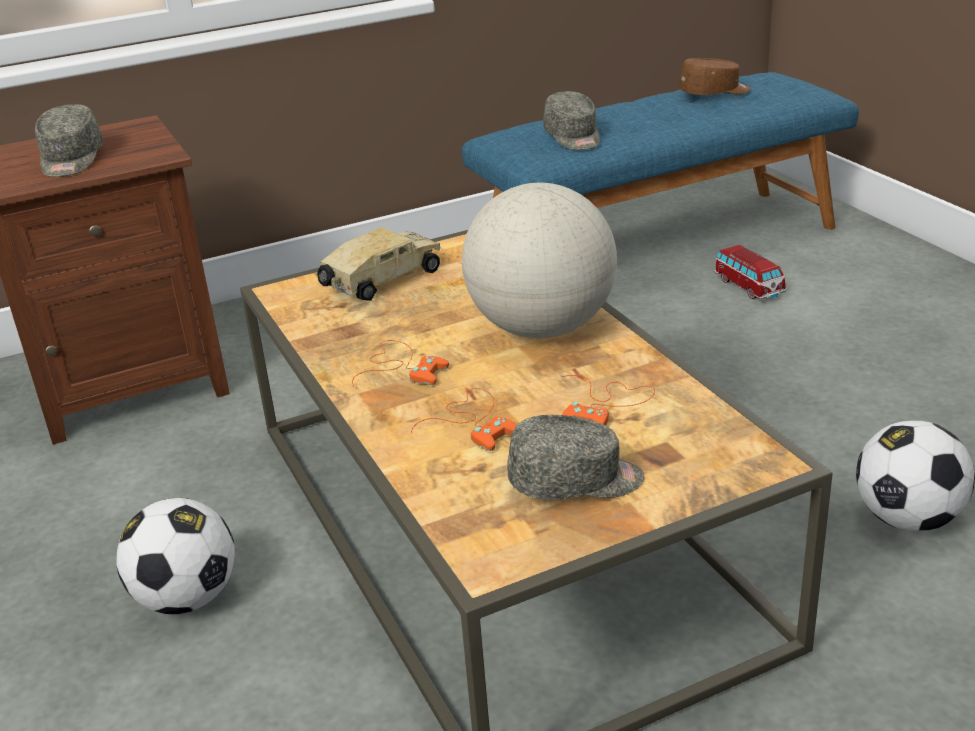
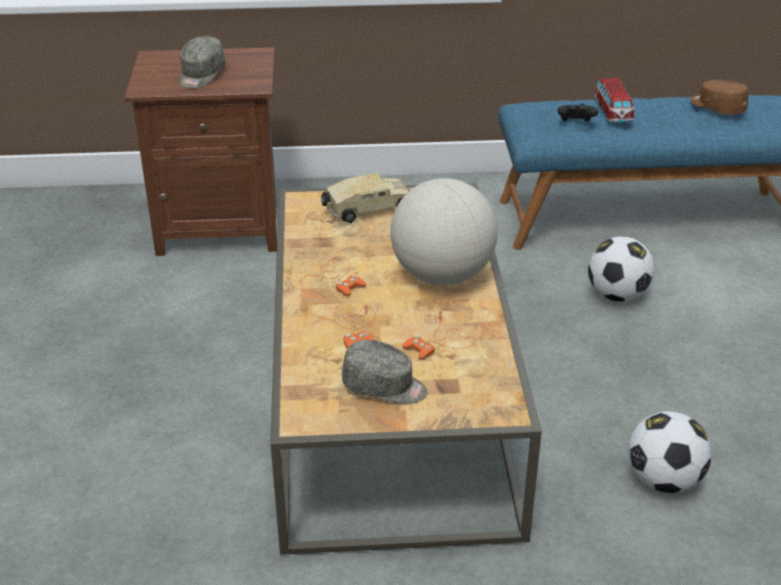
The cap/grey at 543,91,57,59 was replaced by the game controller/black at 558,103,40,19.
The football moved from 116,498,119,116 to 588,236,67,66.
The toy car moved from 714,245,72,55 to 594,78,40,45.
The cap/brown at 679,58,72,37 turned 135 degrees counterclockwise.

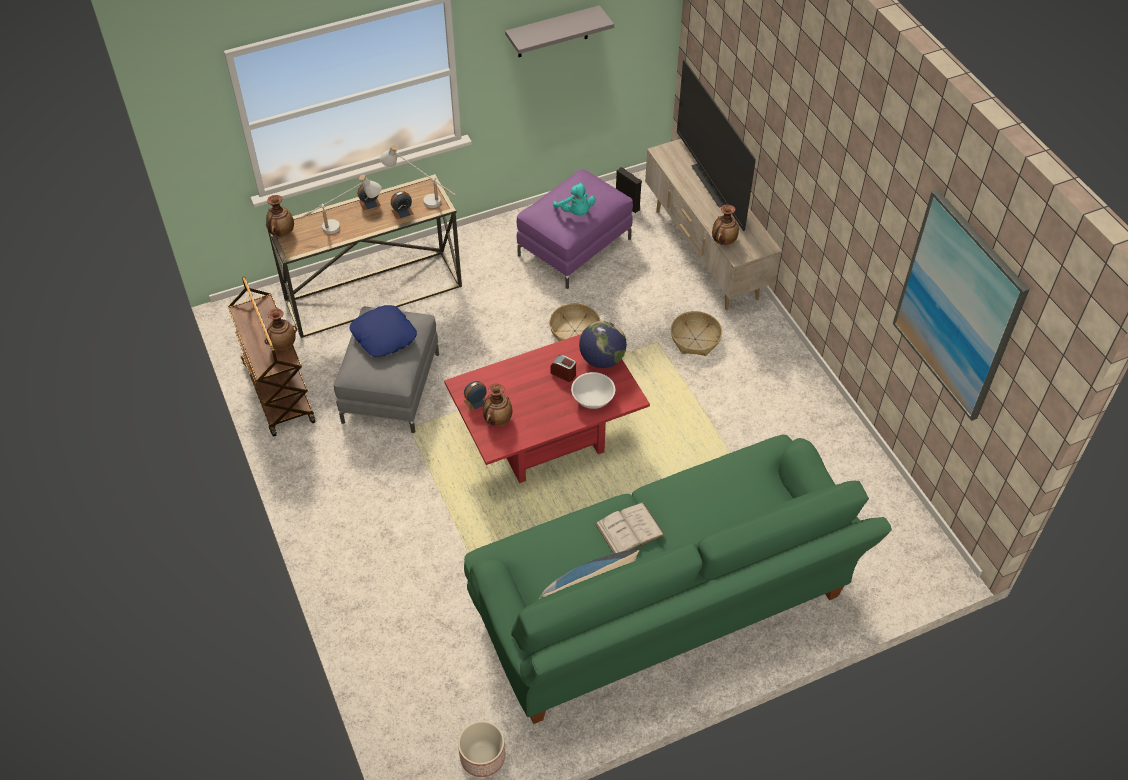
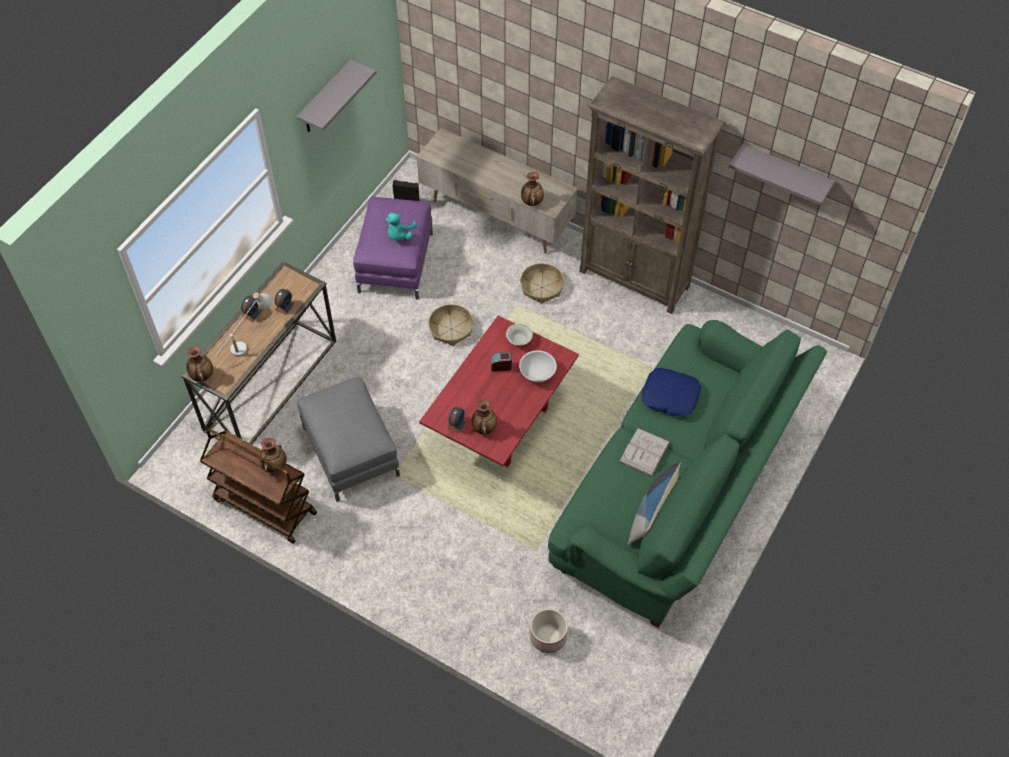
The plush toy/turquoise at 553,183,43,33 turned 90 degrees clockwise.
The globe at 579,321,48,47 was replaced by the bowl/white at 506,323,27,22.
The planter moved from 458,721,47,56 to 530,609,38,44.
The bookcase/brown at 580,76,145,238 appeared.
The pillow/blue moved from 349,305,68,52 to 641,368,60,49.
The picture at 893,189,137,232 was replaced by the shelf/grey at 729,144,106,62.
The table lamp/white at 380,144,76,64 disappeared.
The television at 677,60,79,171 disappeared.

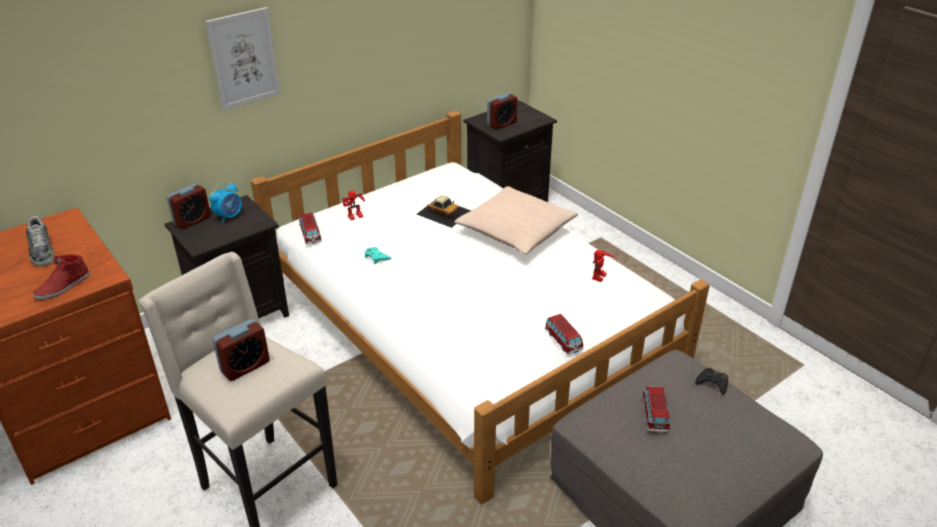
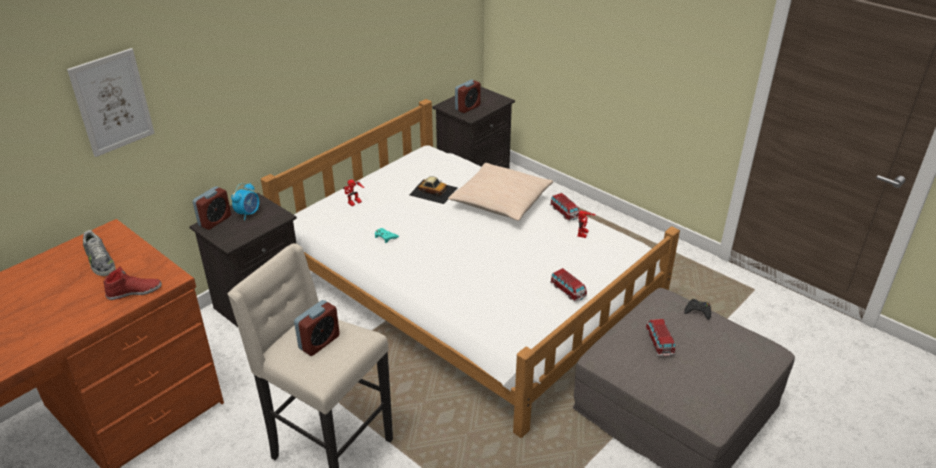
The picture moved from 205,7,75,104 to 67,48,88,109.
The shoe/red at 33,254,57,46 turned 135 degrees counterclockwise.
The toy car moved from 299,213,23,31 to 550,193,30,28.

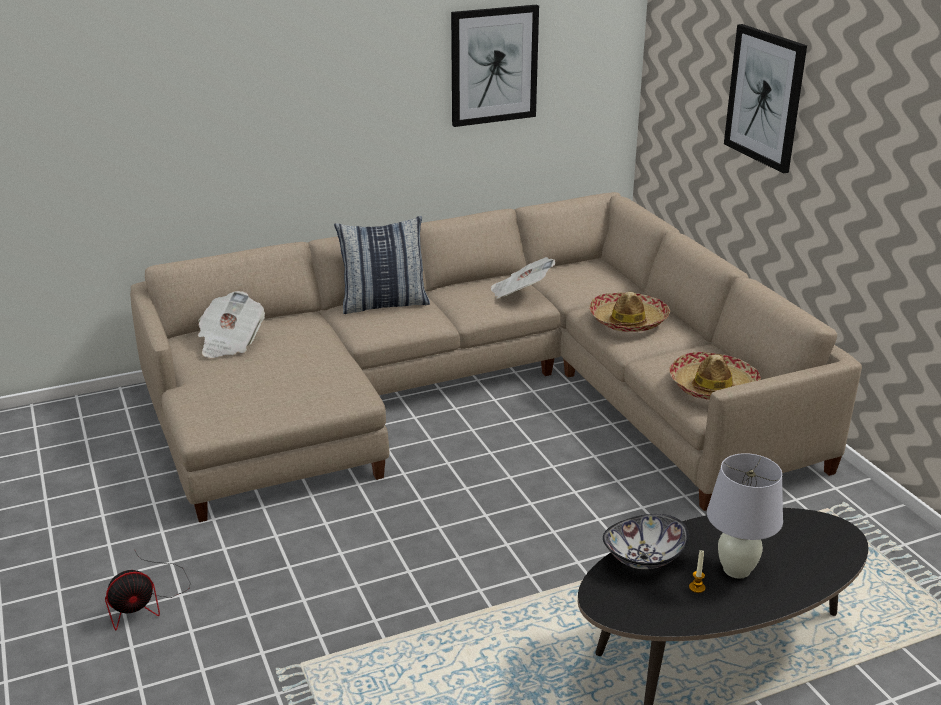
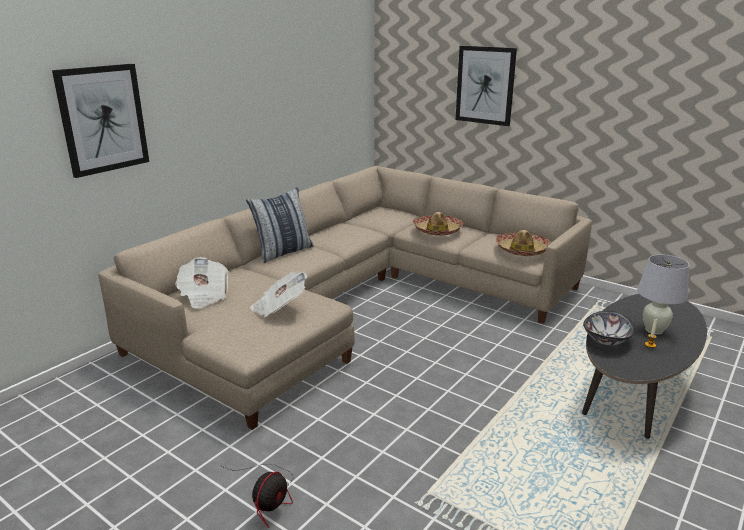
The picture moved from 451,5,88,122 to 52,64,97,114.
The newspaper moved from 490,257,66,42 to 250,272,58,45.

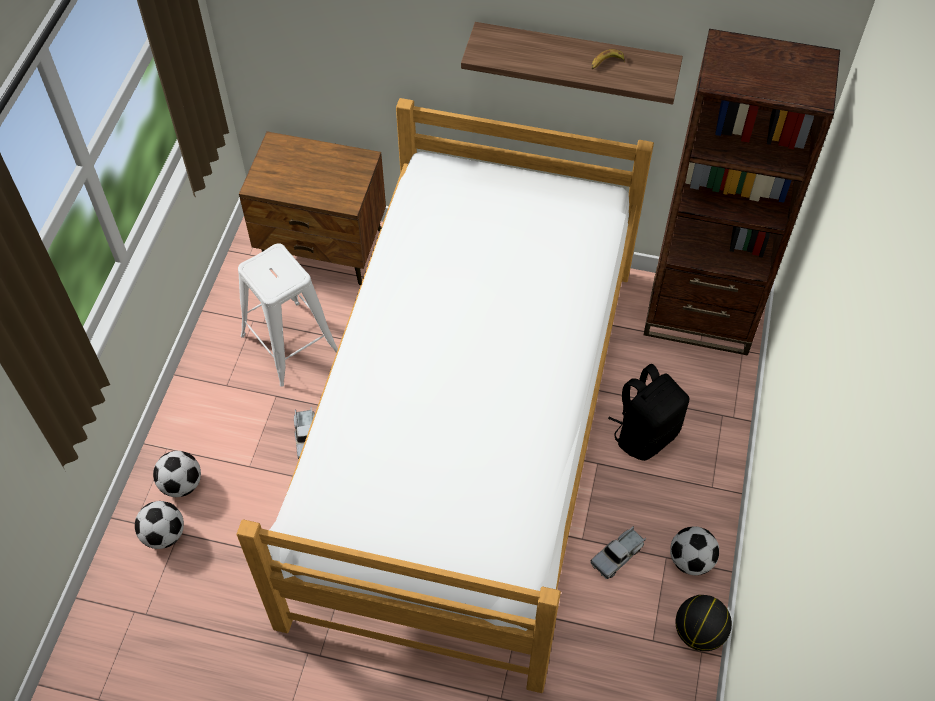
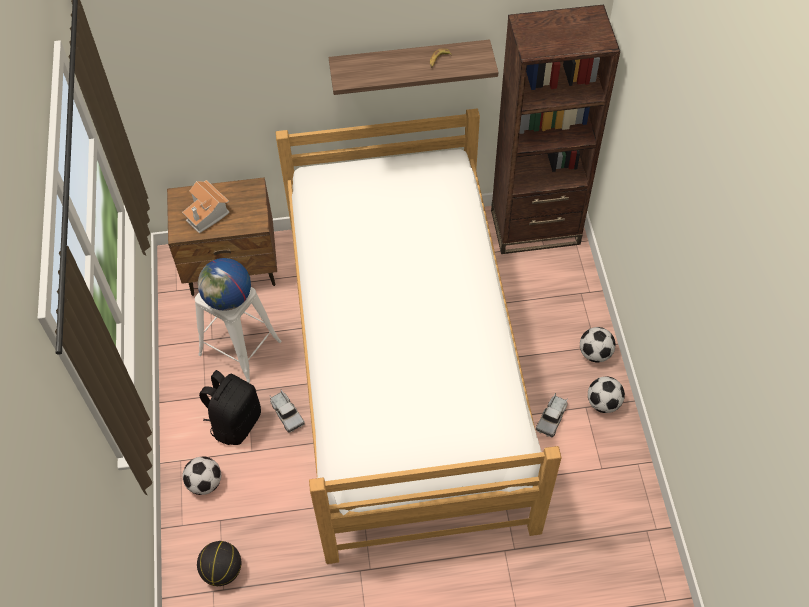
The toy house at 182,180,48,53 appeared.
The basketball moved from 676,595,56,56 to 197,541,44,45.
The globe at 198,258,53,53 appeared.
The backpack/black moved from 608,364,81,97 to 199,370,62,75.
The football moved from 135,501,49,48 to 580,327,35,36.

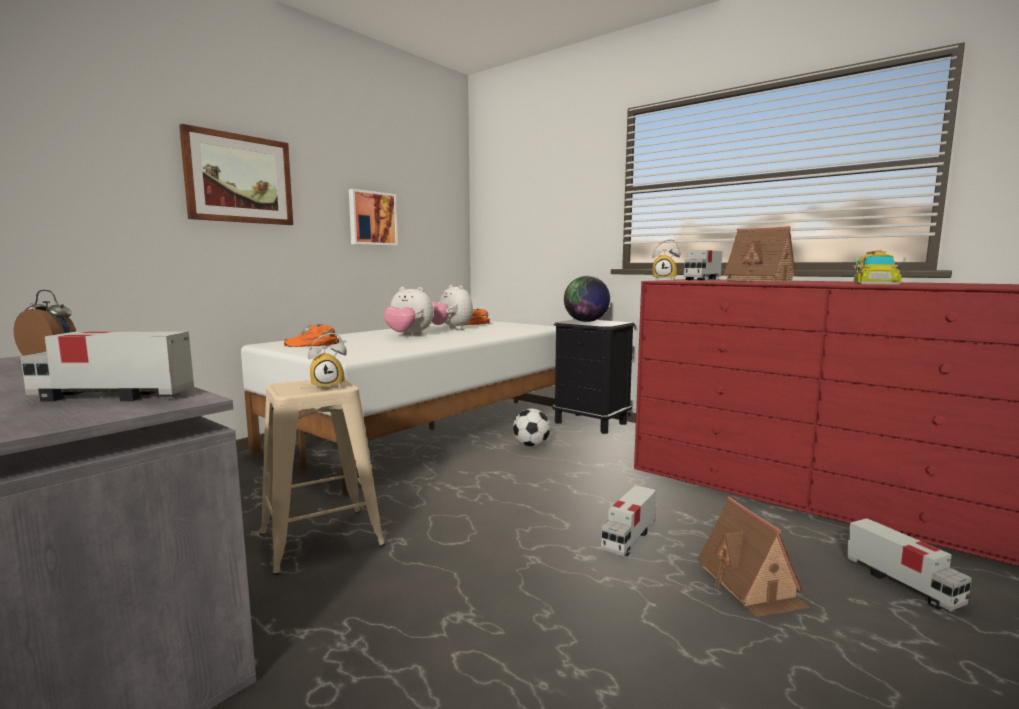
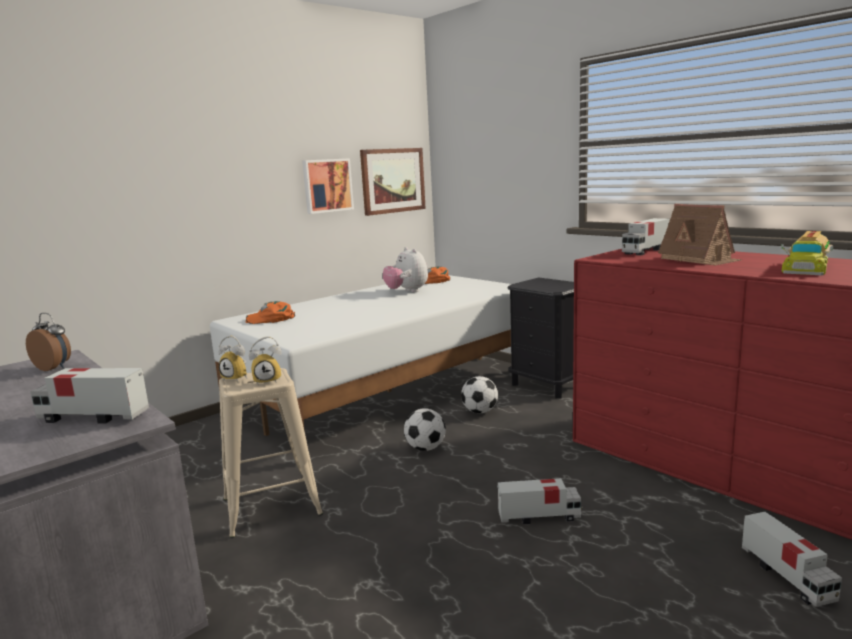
The alarm clock moved from 652,239,29,42 to 218,336,29,46.
The picture moved from 179,124,114,101 to 360,148,66,68.
The football at 404,408,42,43 appeared.
The toy truck at 601,485,56,72 turned 135 degrees counterclockwise.
The plush toy at 383,287,50,49 disappeared.
The globe at 564,276,46,46 disappeared.
The toy house at 697,497,112,120 disappeared.

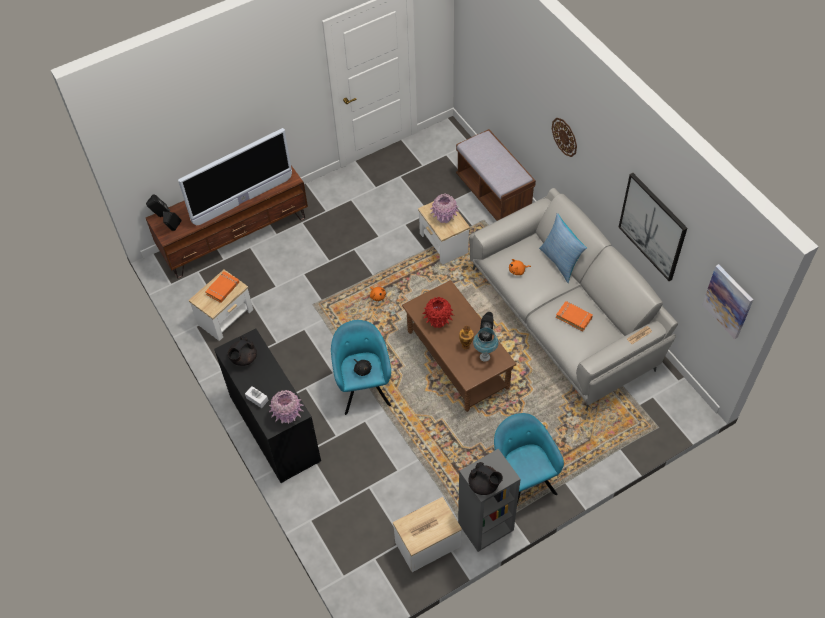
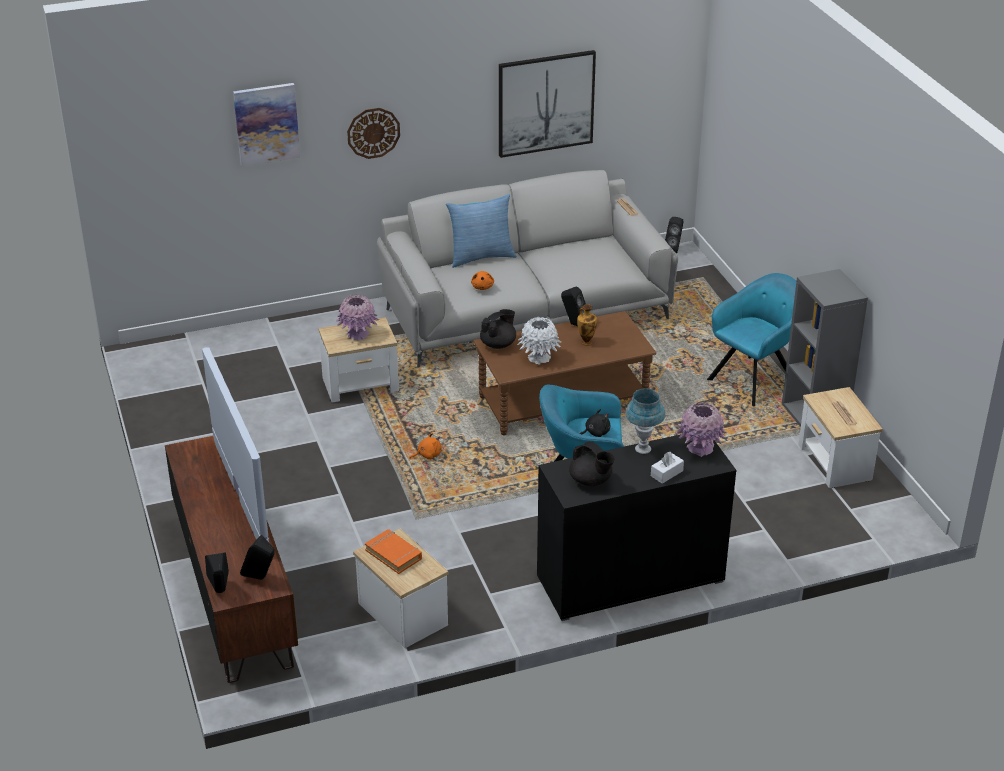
The picture moved from 702,264,51,75 to 233,83,67,83.
The teapot/black moved from 469,462,34,33 to 480,309,36,40.
The vase/red at 423,297,31,31 became the vase/white at 518,316,43,49.
The table lamp/blue moved from 473,327,26,34 to 625,388,40,66.
The speaker/black at 665,217,19,37 appeared.
The armchair/turquoise at 494,413,70,91 turned 150 degrees clockwise.
The bench/brown at 456,129,80,92 disappeared.
The book/orange at 556,301,37,30 disappeared.

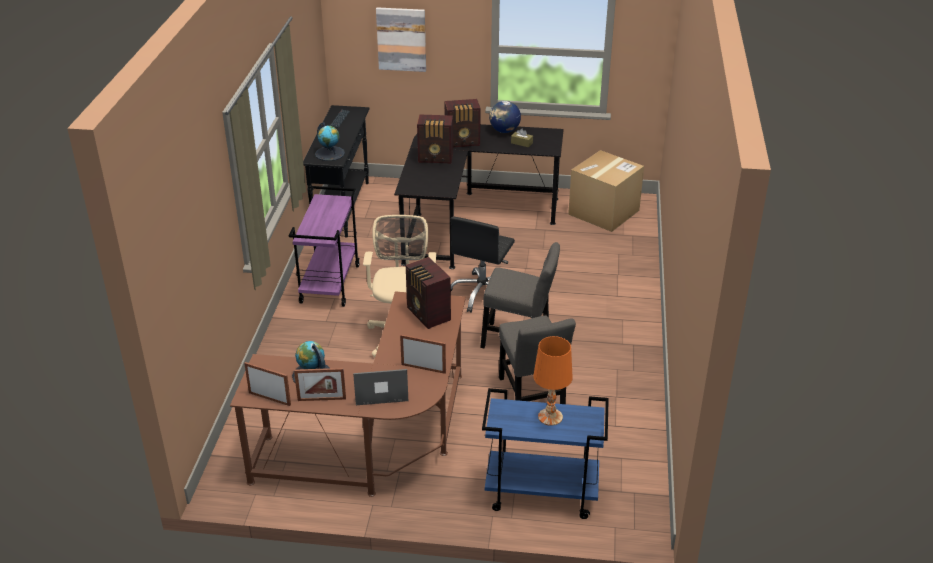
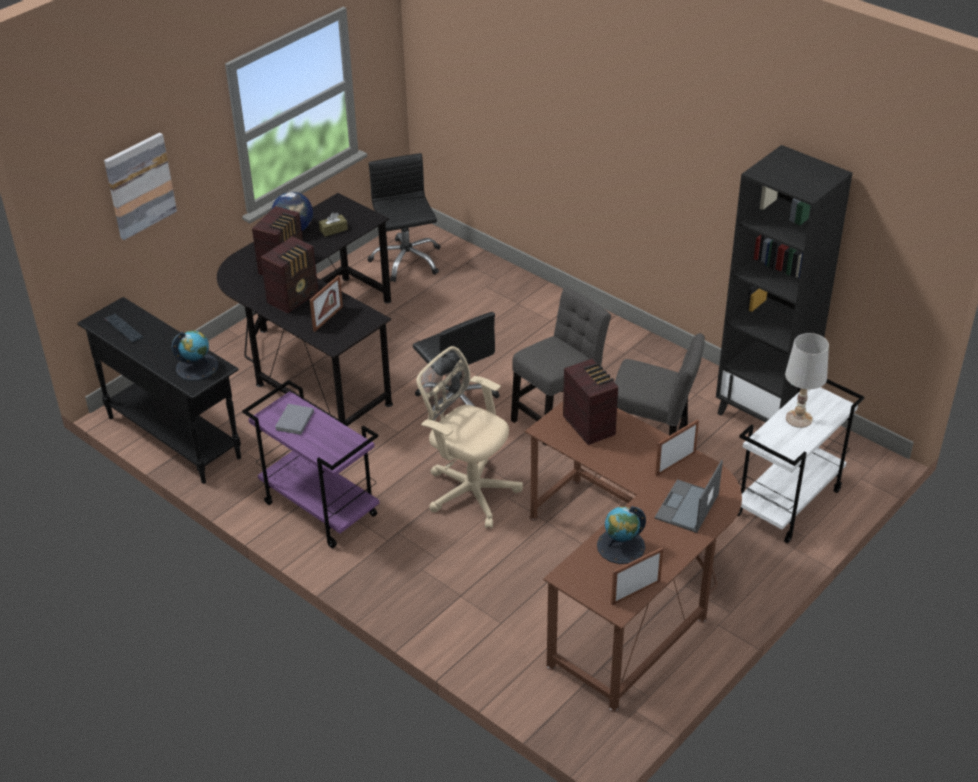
The book/grey at 275,404,39,31 appeared.
The picture frame moved from 294,368,52,33 to 310,275,33,57.
The cardboard box at 568,150,76,82 was replaced by the office chair/black at 368,153,73,129.
The radio at 406,257,45,72 turned 120 degrees counterclockwise.
The bookcase/black at 716,145,137,278 appeared.
The cart/blue at 482,388,127,131 became the cart/white at 737,379,127,164.
The table lamp/orange at 533,336,40,90 became the table lamp/white at 785,333,44,95.

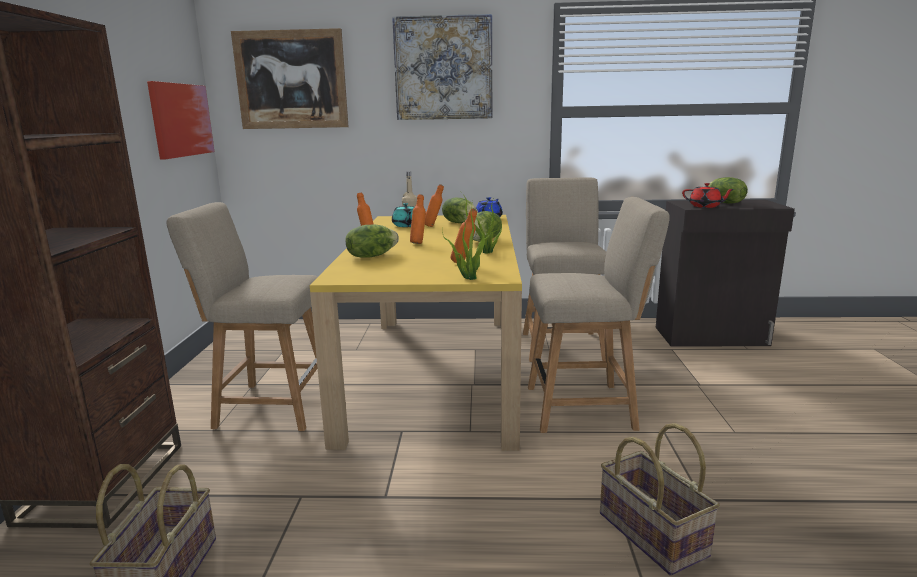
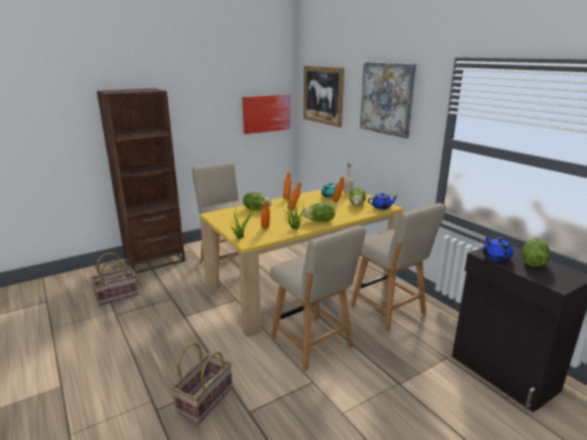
The chair/beige at 523,177,83,185 turned 90 degrees clockwise.
The teapot/red at 682,183,52,25 became the teapot/blue at 483,236,32,26.

